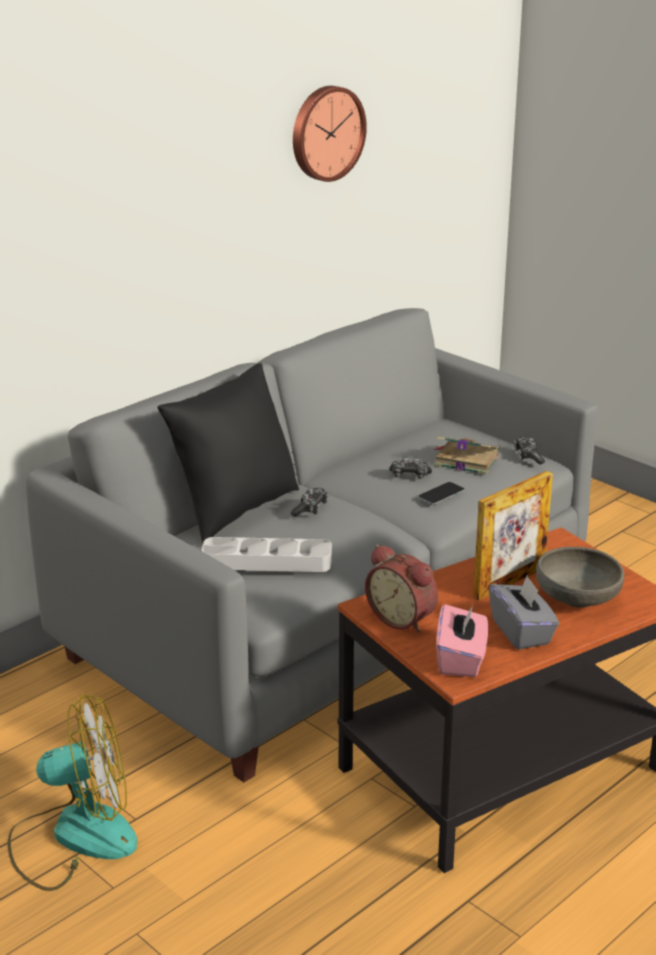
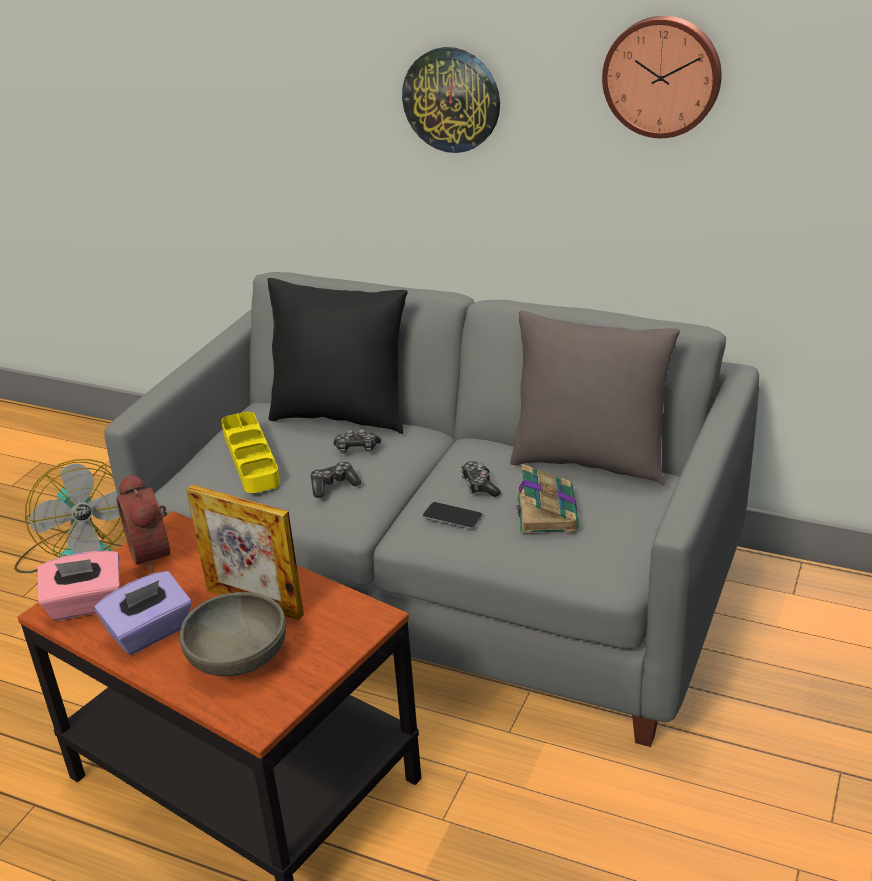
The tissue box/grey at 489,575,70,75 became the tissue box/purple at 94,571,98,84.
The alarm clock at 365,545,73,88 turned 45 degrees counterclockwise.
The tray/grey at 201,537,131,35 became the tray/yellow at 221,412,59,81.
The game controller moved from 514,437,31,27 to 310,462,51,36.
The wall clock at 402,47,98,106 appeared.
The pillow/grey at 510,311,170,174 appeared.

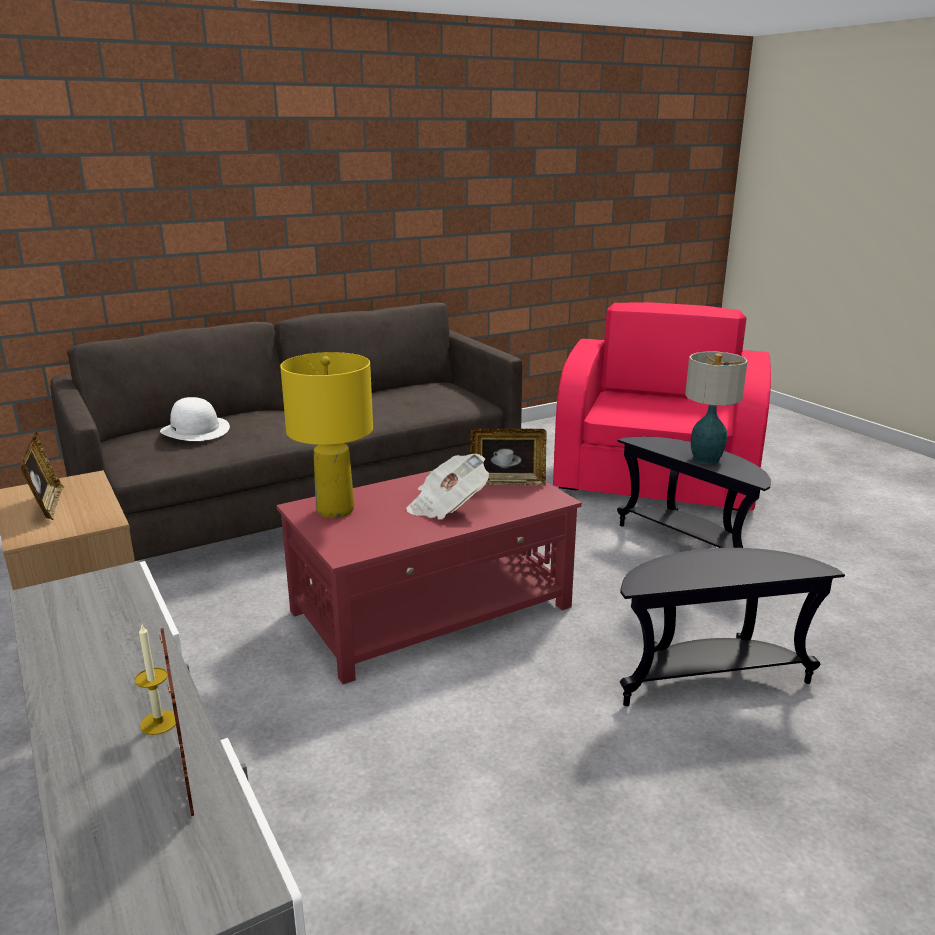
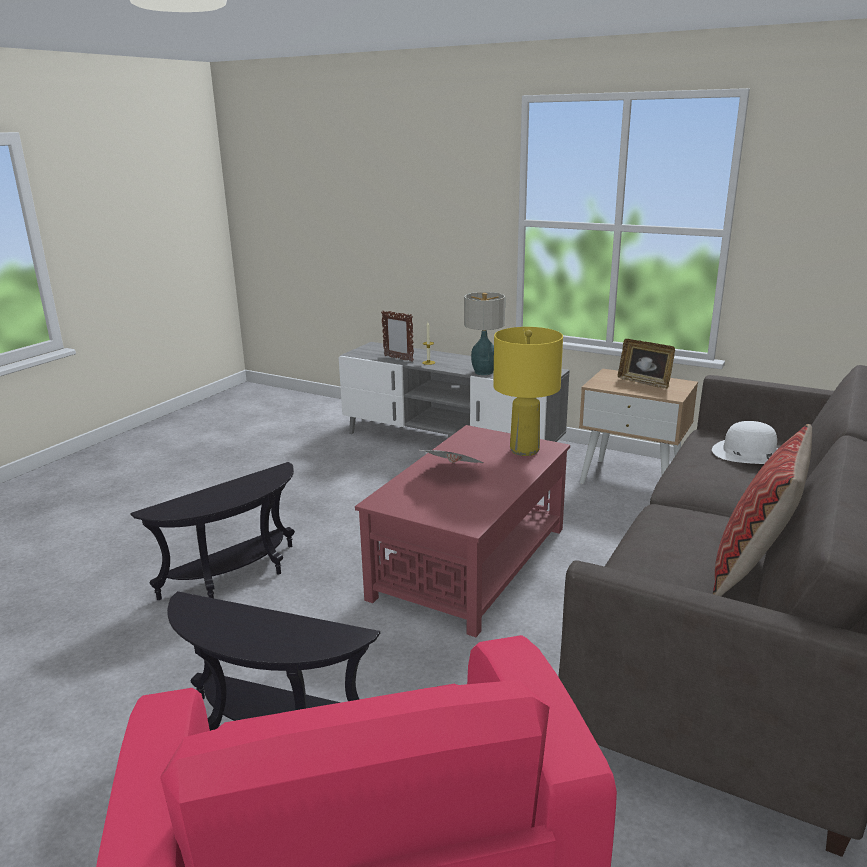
The table lamp moved from 685,352,63,112 to 464,292,41,83.
The pillow at 713,424,99,172 appeared.
The picture frame at 470,428,77,58 disappeared.

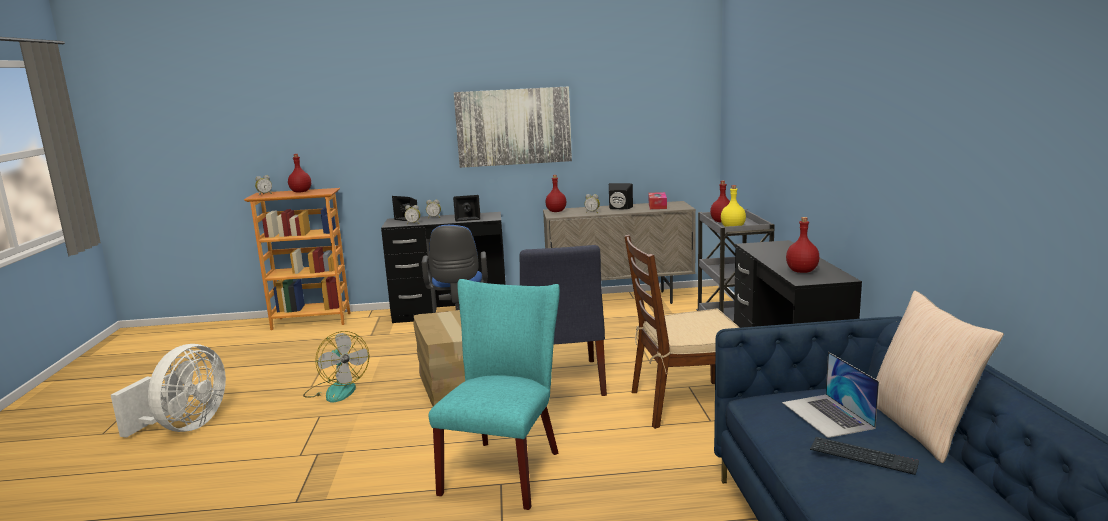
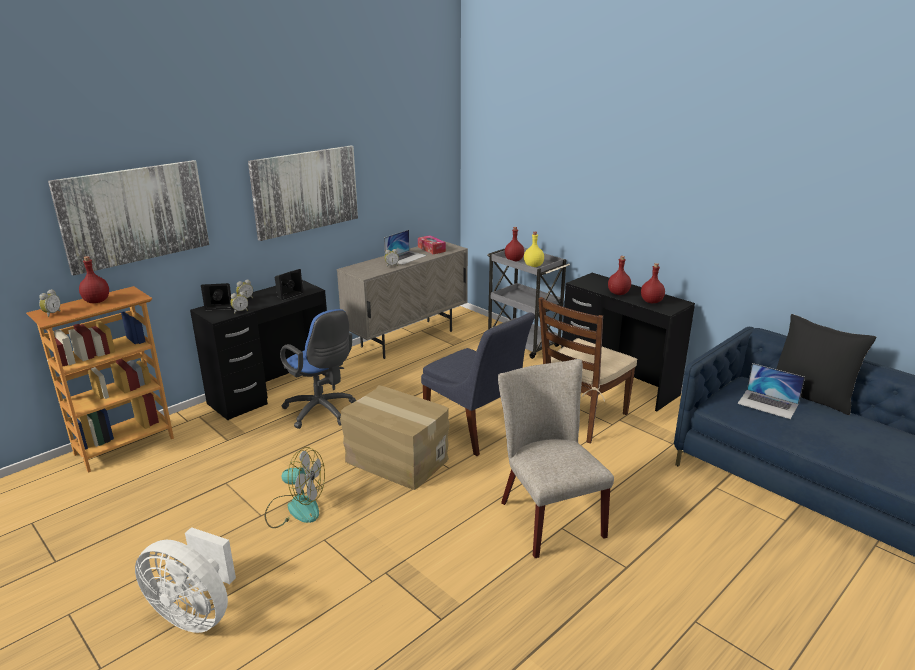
The picture at 48,160,161,116 appeared.
The fan/white at 111,344,115,94 turned 135 degrees clockwise.
The speaker/black at 609,183,24,27 was replaced by the laptop at 384,230,43,35.
The chair/turquoise at 429,279,131,231 became the chair/beige at 498,359,116,199.
The bottle/red moved from 545,175,21,37 to 608,256,23,39.
The pillow/beige at 876,291,128,172 became the pillow/black at 776,314,101,101.
The keyboard at 810,437,109,38 disappeared.

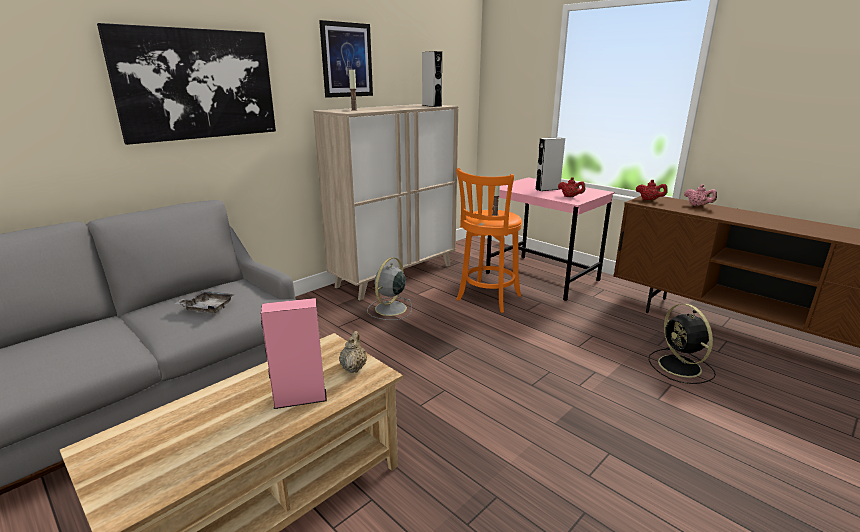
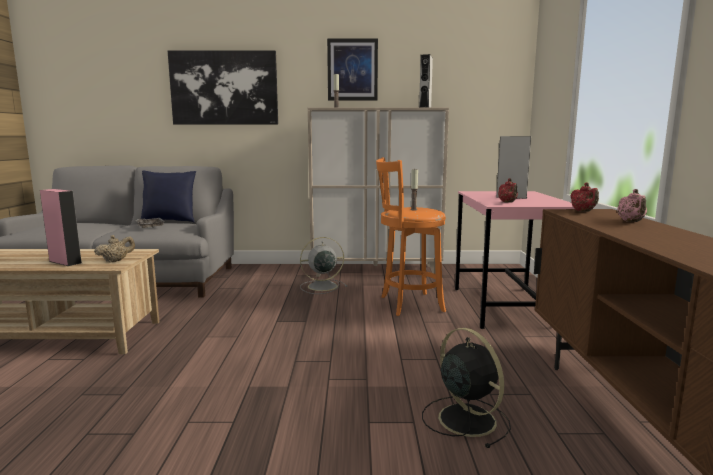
The pillow/blue at 141,171,55,52 appeared.
The fan/black at 649,304,67,80 turned 120 degrees clockwise.

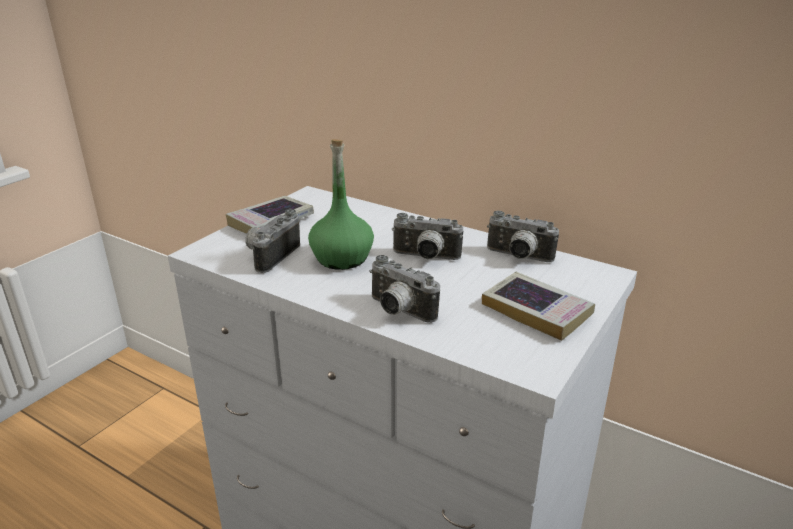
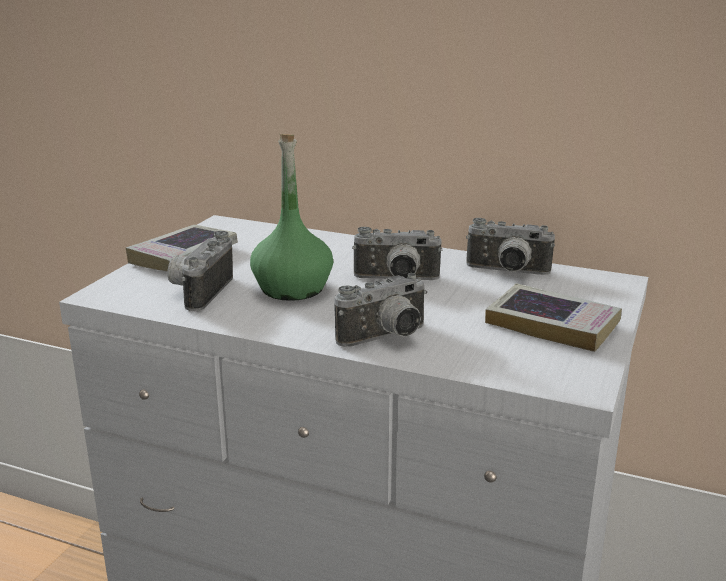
The photo camera at 369,255,71,68 turned 60 degrees counterclockwise.

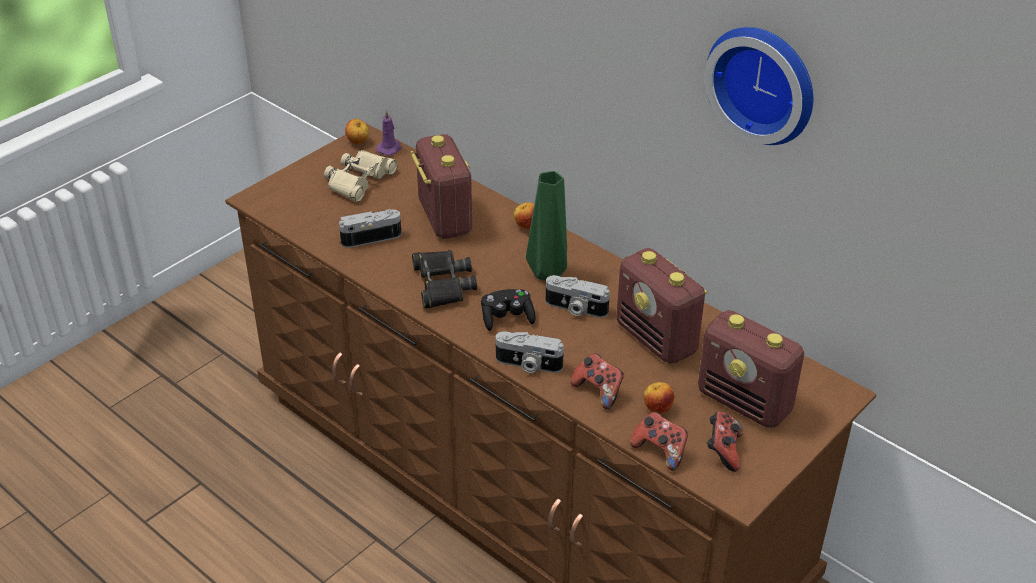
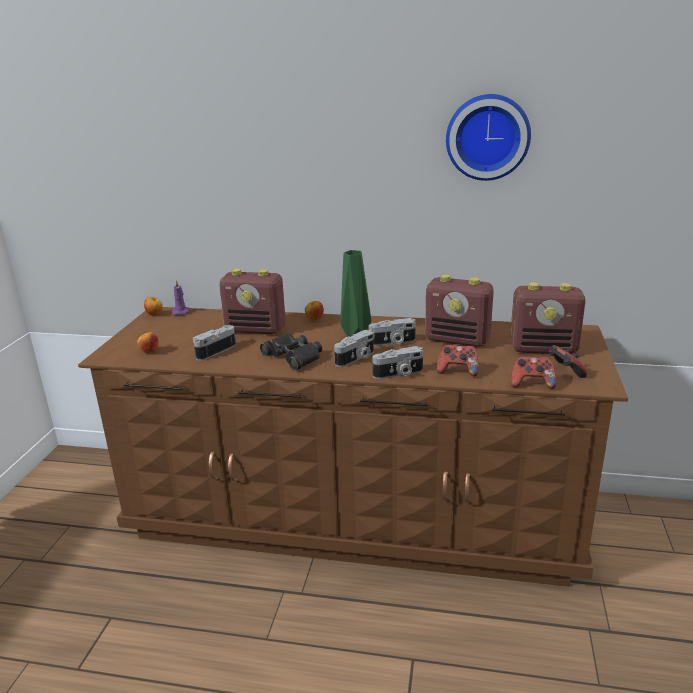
The apple moved from 644,382,30,32 to 137,332,22,21.
The radio at 410,134,62,105 turned 150 degrees clockwise.
The game controller/black at 481,289,55,42 was replaced by the photo camera at 334,330,40,37.
The binoculars/beige at 324,150,74,52 disappeared.

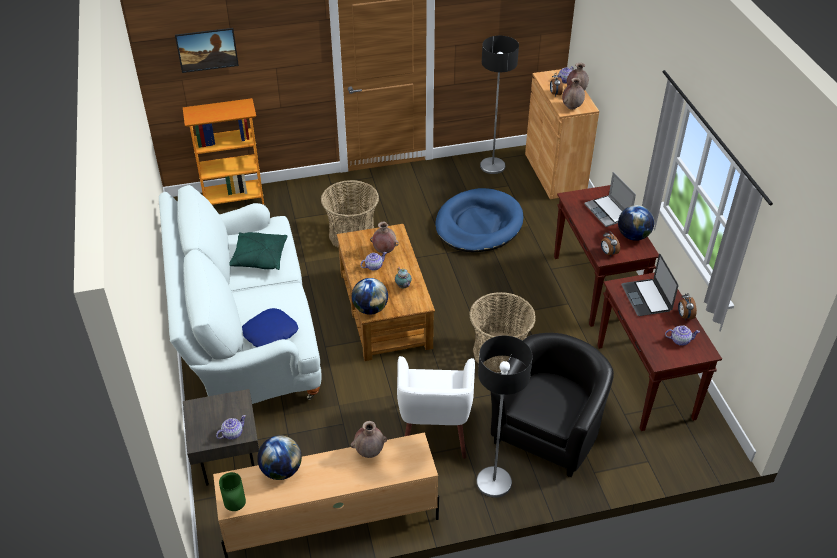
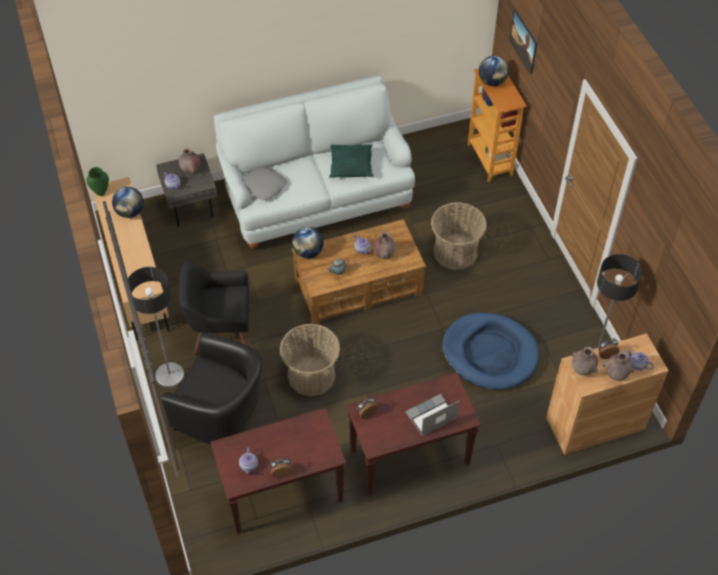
The vase/brown moved from 351,421,36,37 to 179,148,21,26.
The armchair/white at 397,356,78,103 became the armchair/black at 179,262,72,94.
The pillow/blue at 242,308,56,39 became the pillow/grey at 243,166,44,34.
The globe moved from 618,205,36,36 to 479,56,30,30.
The laptop at 621,254,57,62 disappeared.

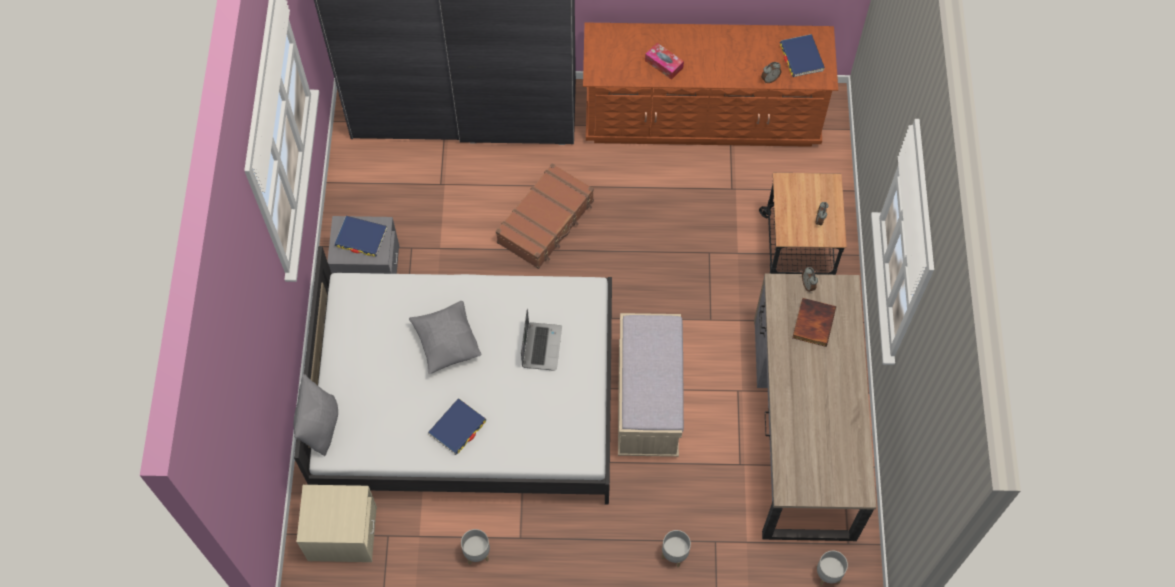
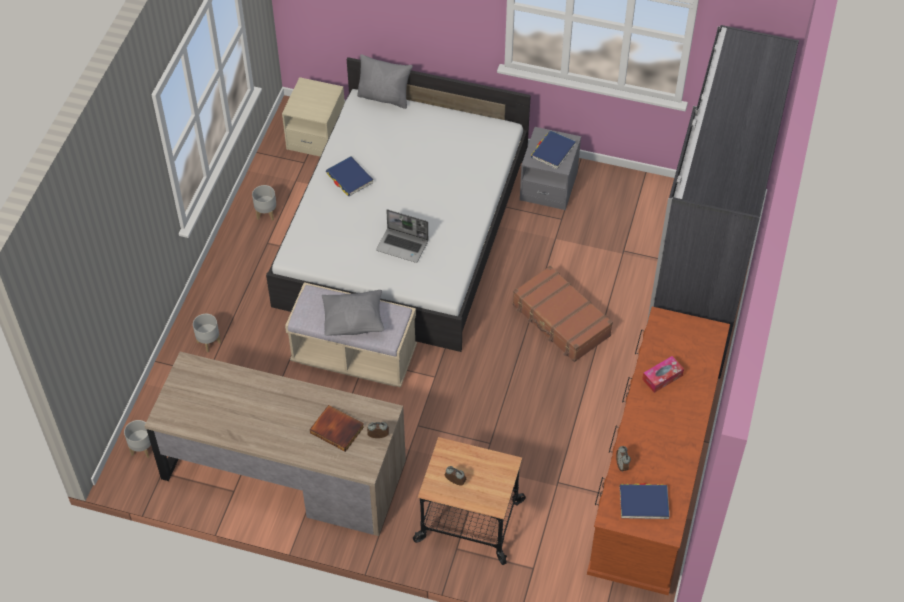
The pillow/grey moved from 409,301,73,73 to 322,290,62,46.

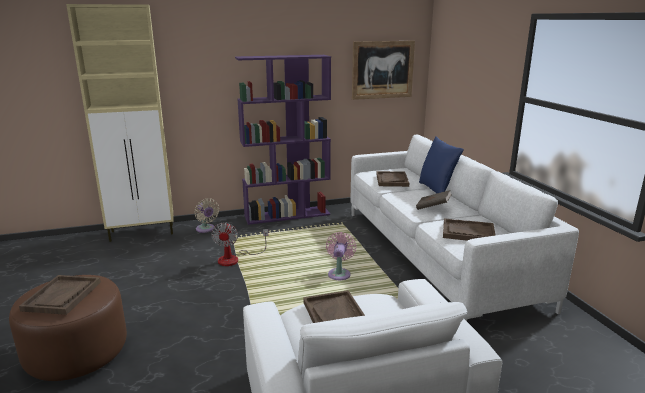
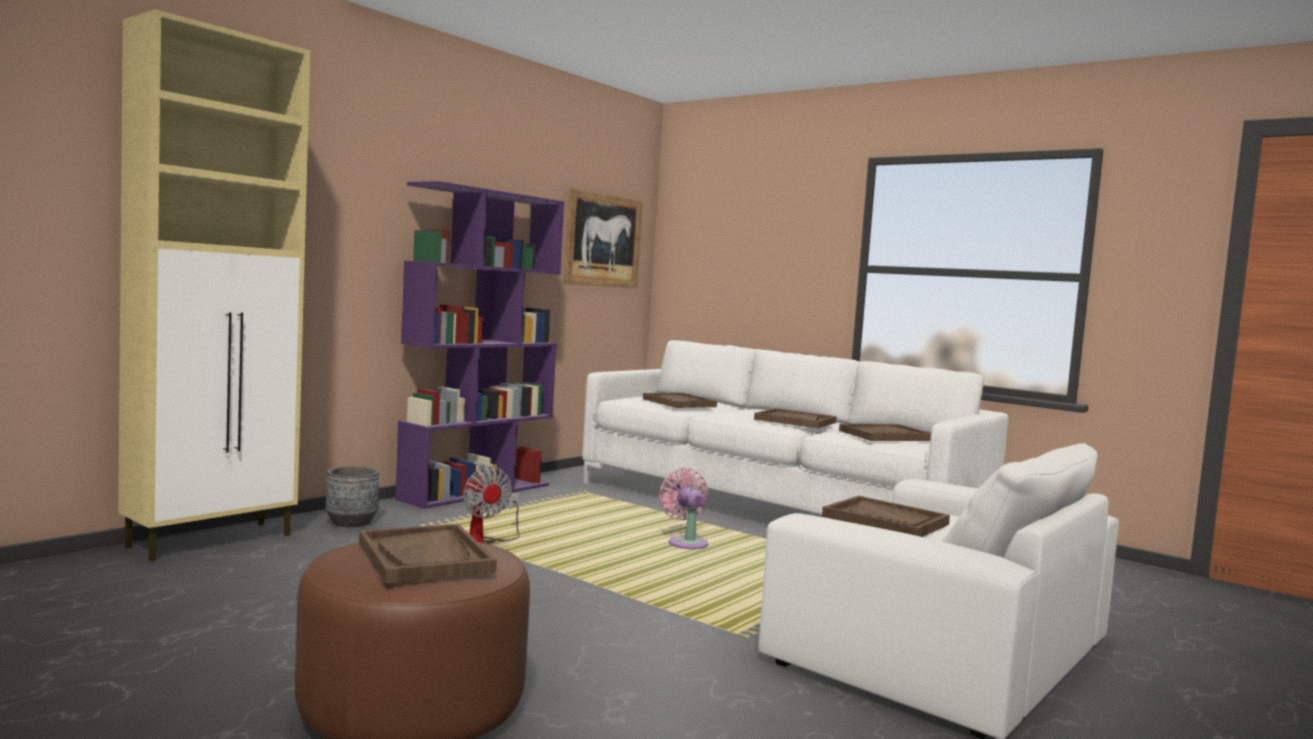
The fan/beige at 194,198,25,35 was replaced by the planter/grey at 326,466,54,61.
The book/brown at 416,190,36,20 was replaced by the tray/brown at 754,408,83,20.
The pillow/blue at 419,136,45,58 disappeared.

